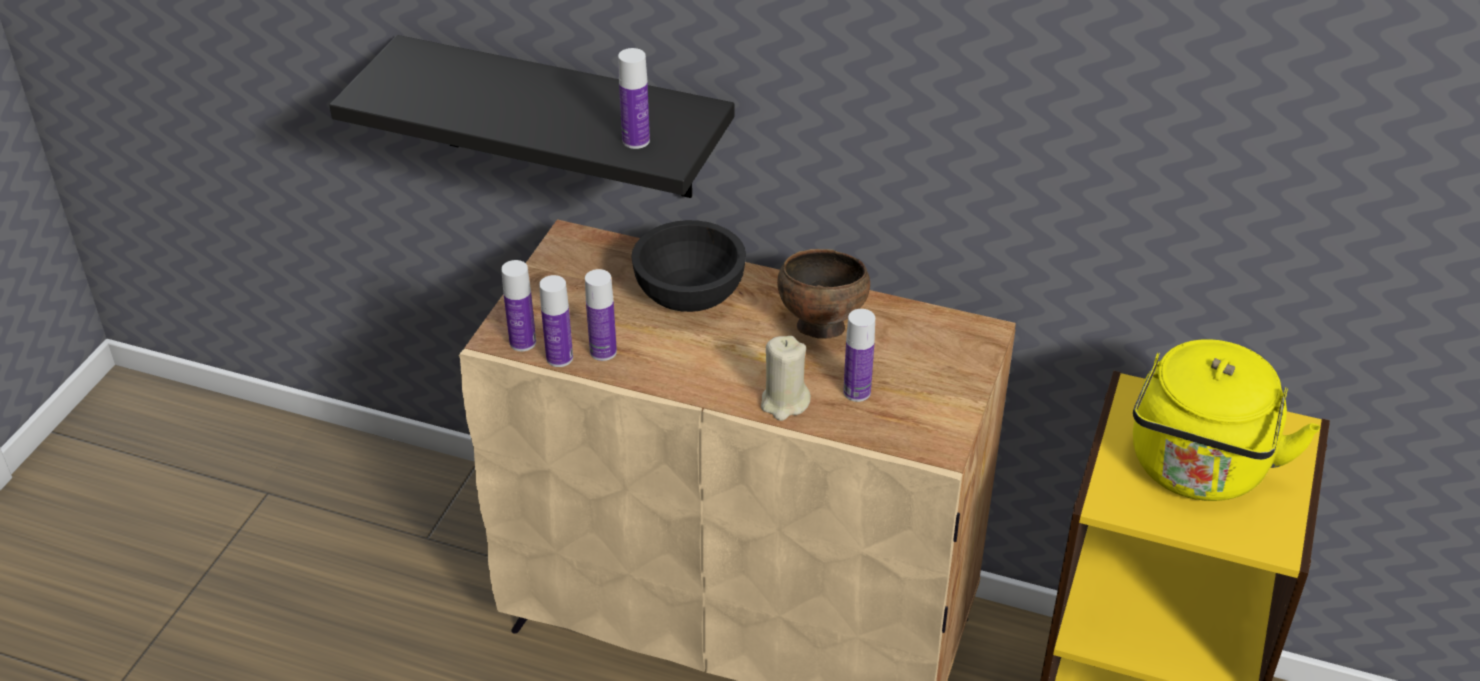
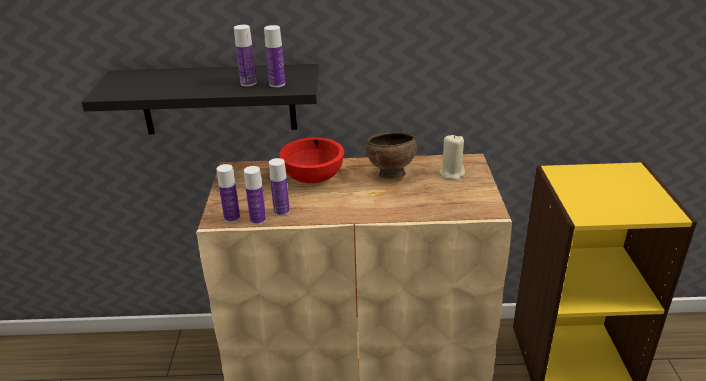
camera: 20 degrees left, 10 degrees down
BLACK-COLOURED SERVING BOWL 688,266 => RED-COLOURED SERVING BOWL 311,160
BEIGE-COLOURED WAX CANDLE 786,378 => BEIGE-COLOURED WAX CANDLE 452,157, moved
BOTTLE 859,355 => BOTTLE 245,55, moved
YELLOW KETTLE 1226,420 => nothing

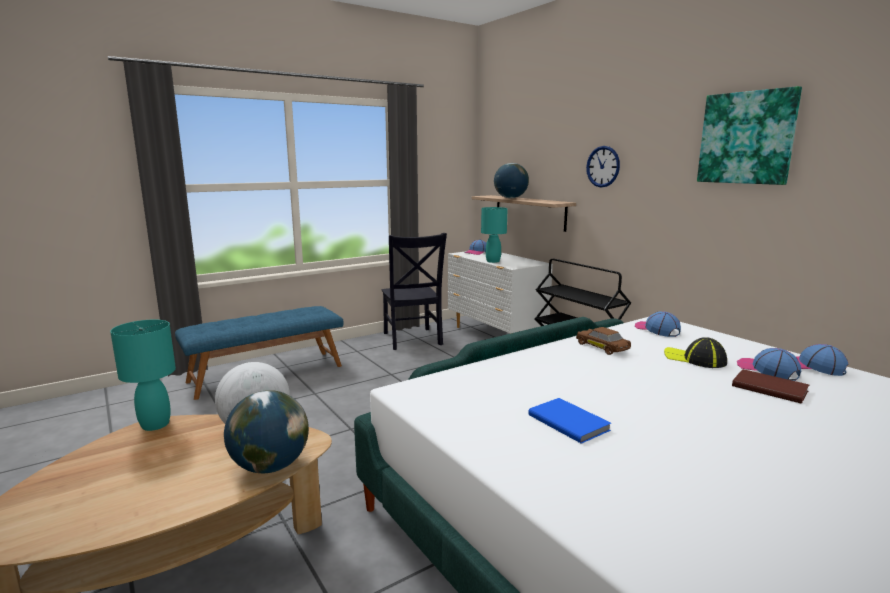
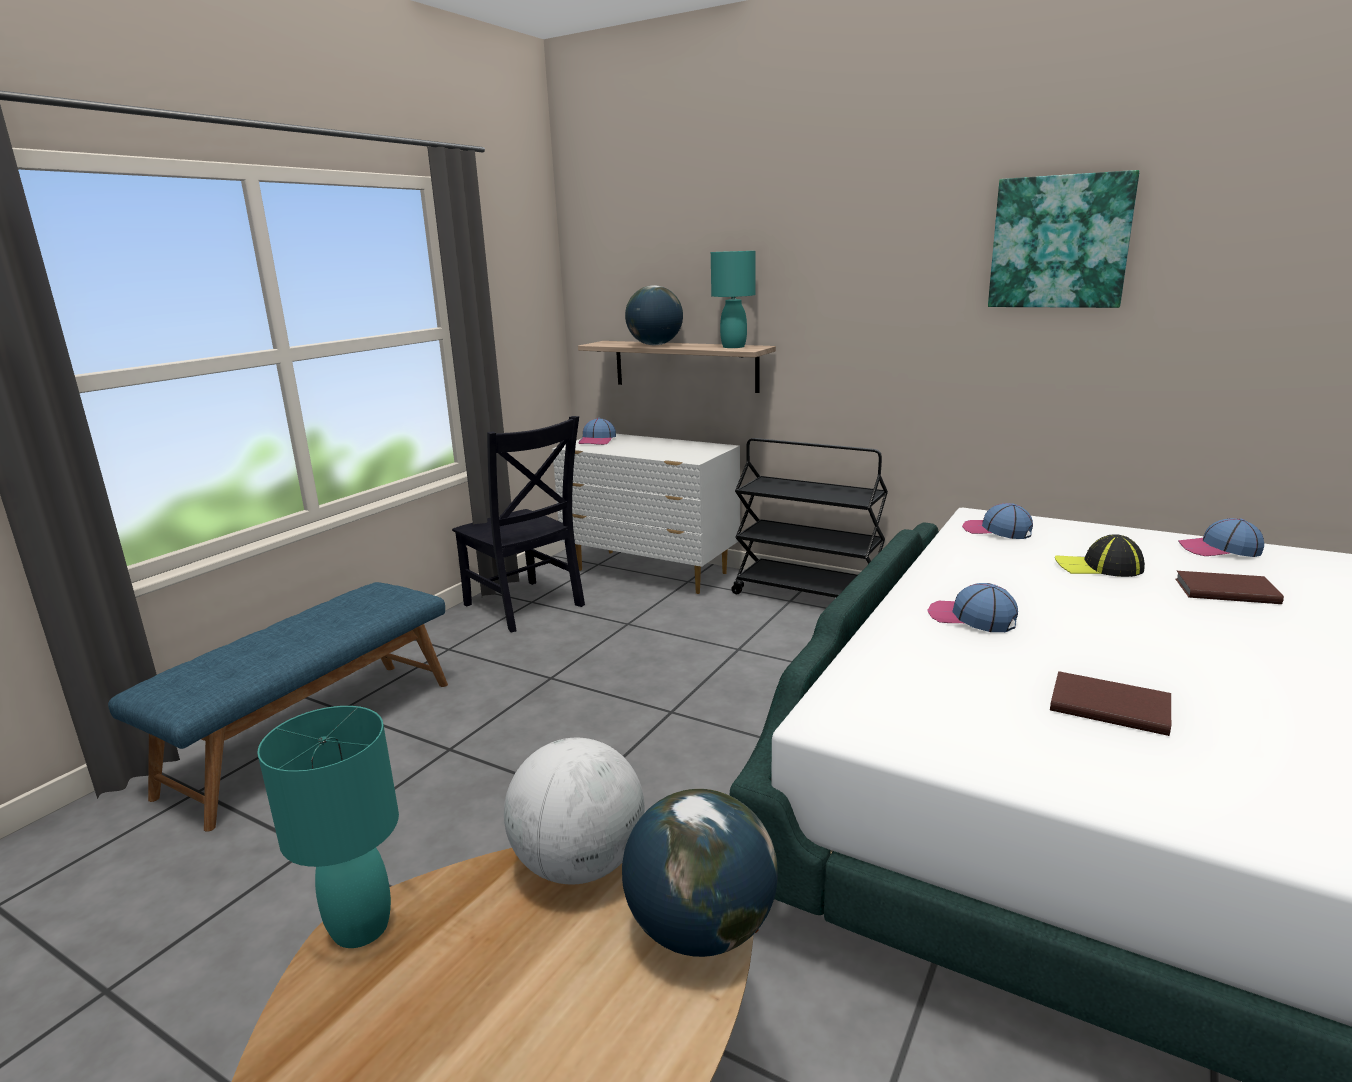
camera: 25 degrees left, 5 degrees up
BLUE-GREEN TABLETOP LAMP 494,235 => BLUE-GREEN TABLETOP LAMP 733,299, moved
BLUE-COLOURED BOUND BOOK 569,421 => BROWN BOUND BOOK 1110,703
BROWN MODEL CAR 603,341 => nothing
HANGING CLOCK 603,166 => nothing
BASEBALL CAP 769,364 => BASEBALL CAP 972,607, moved

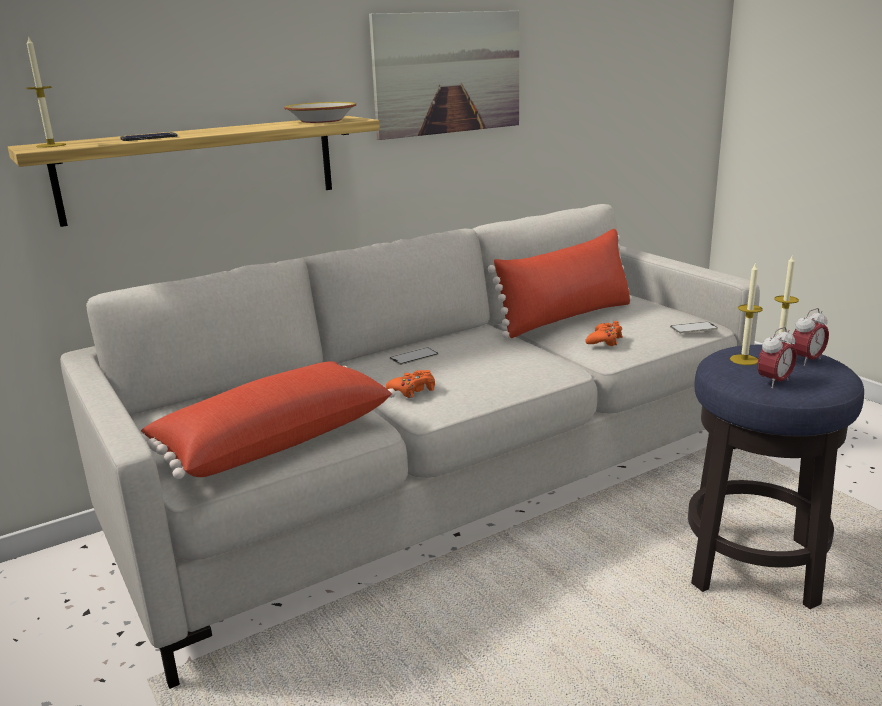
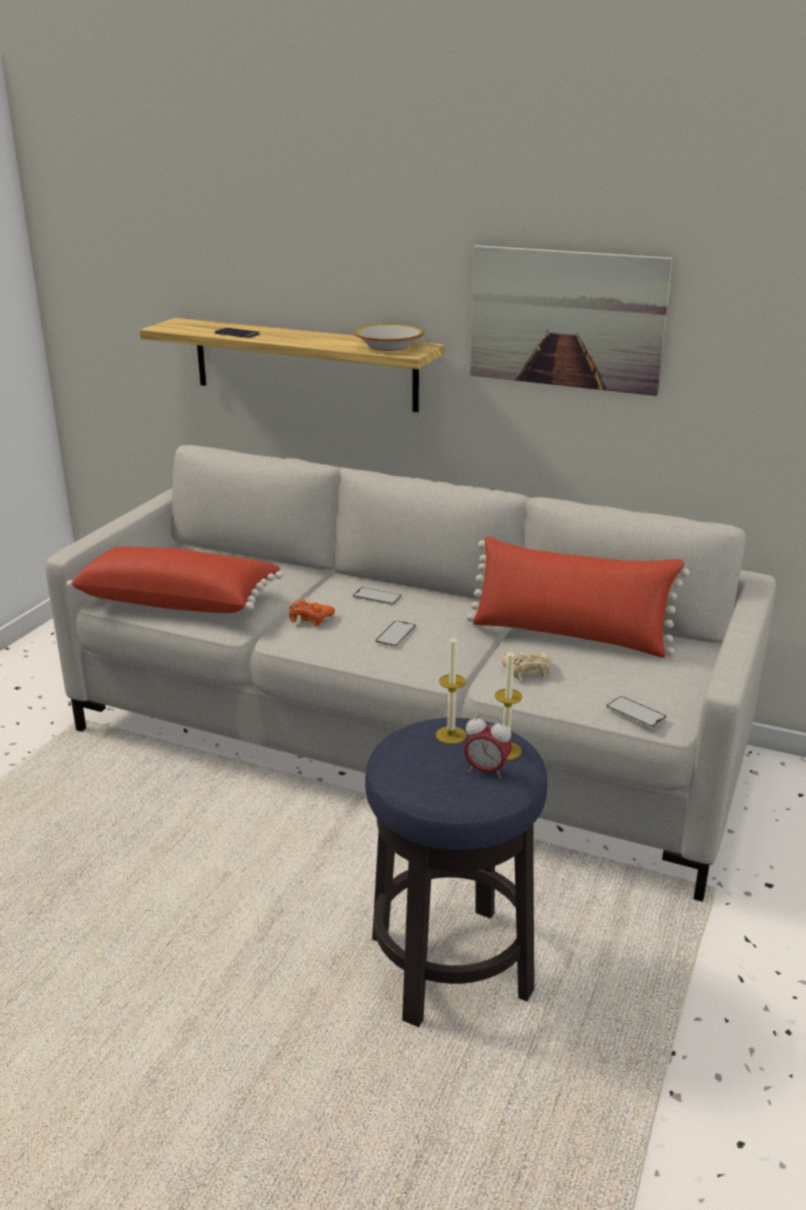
camera: 55 degrees right, 5 degrees up
WAX CANDLE 46,92 => nothing
ORANGE-COLOURED GAMEPAD 604,333 => BEIGE-COLOURED GAMEPAD 526,665
BEDSIDE CLOCK 777,357 => nothing
nothing => HANDSET 395,633

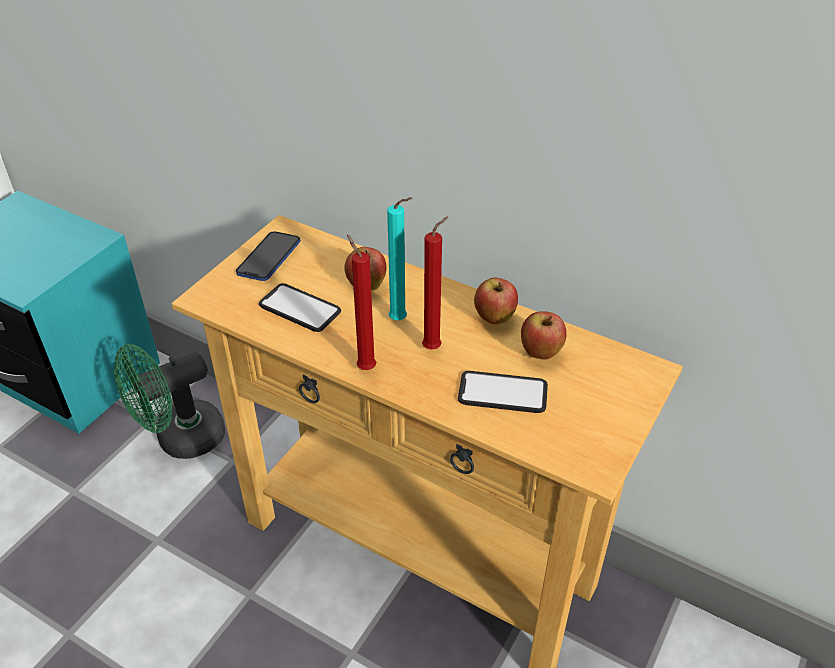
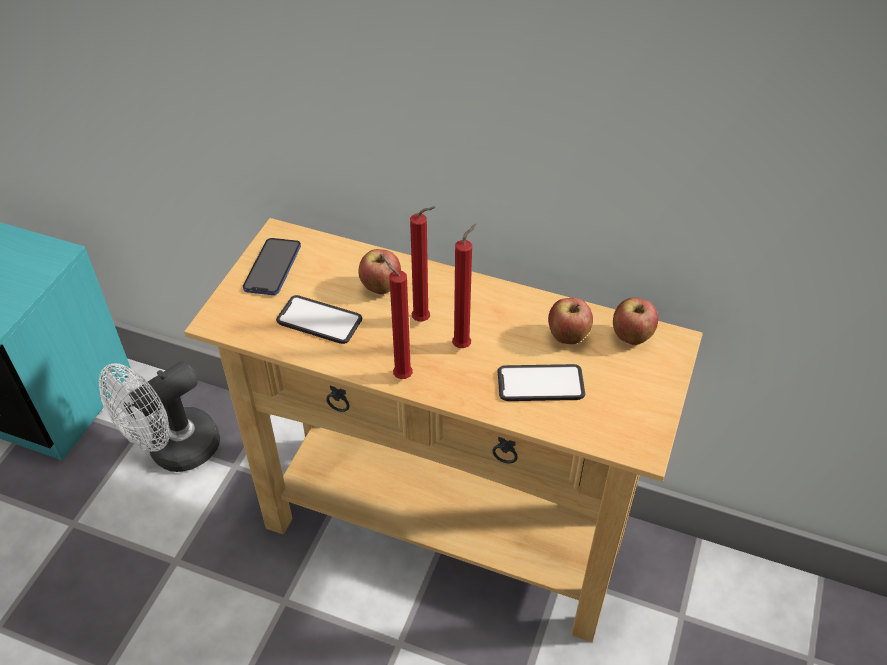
camera: 10 degrees left, 5 degrees up
GREENISH COOLING FAN 169,401 => WHITE COOLING FAN 159,416
BLUE-GREEN WAX CANDLE 399,258 => RED-COLOURED WAX CANDLE 423,264
APPLE FRUIT 496,301 => APPLE FRUIT 635,321, moved

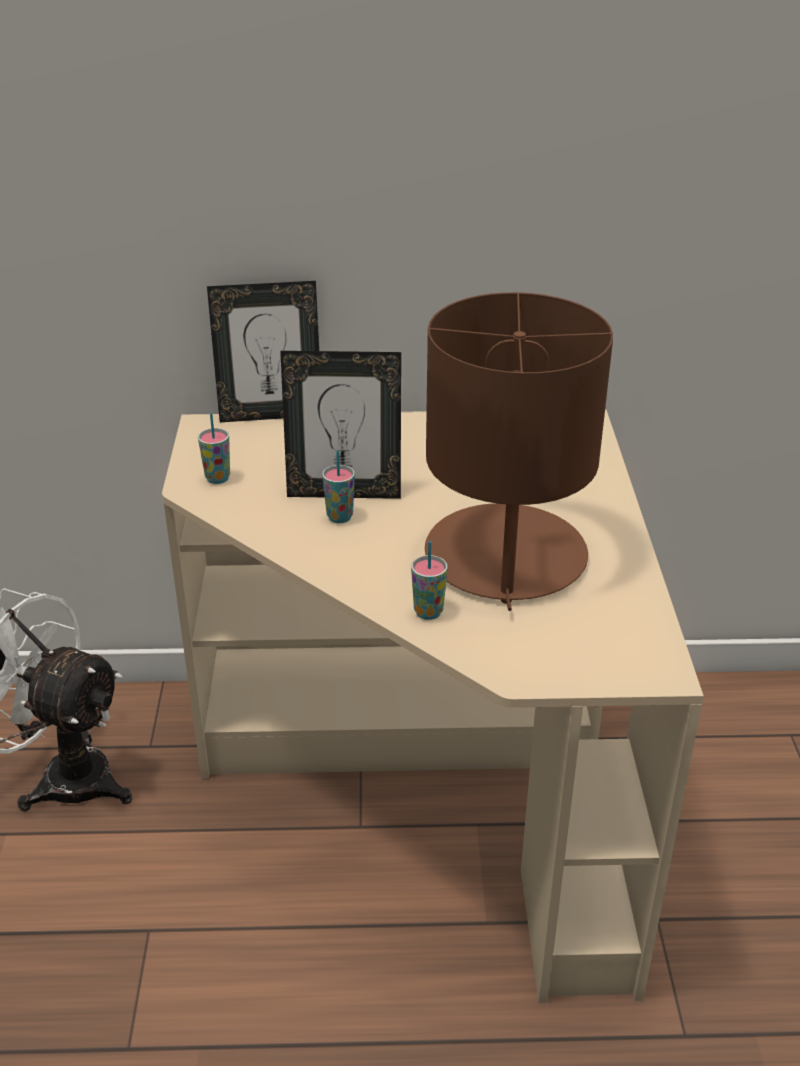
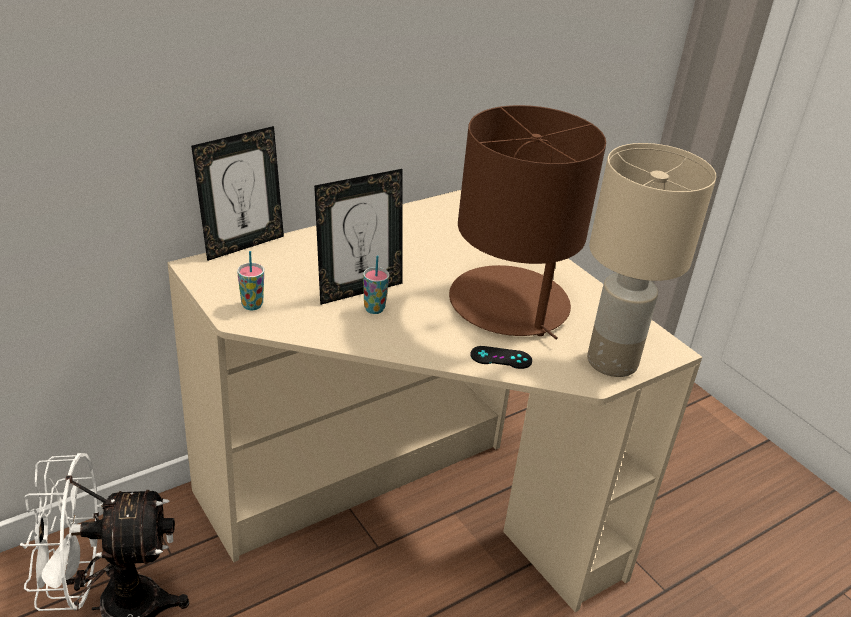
camera: 35 degrees left, 0 degrees up
DRINKING CUP 429,580 => BLACK-COLOURED GAMEPAD 501,357
nothing => BEIGE-COLOURED TABLETOP LAMP 652,260

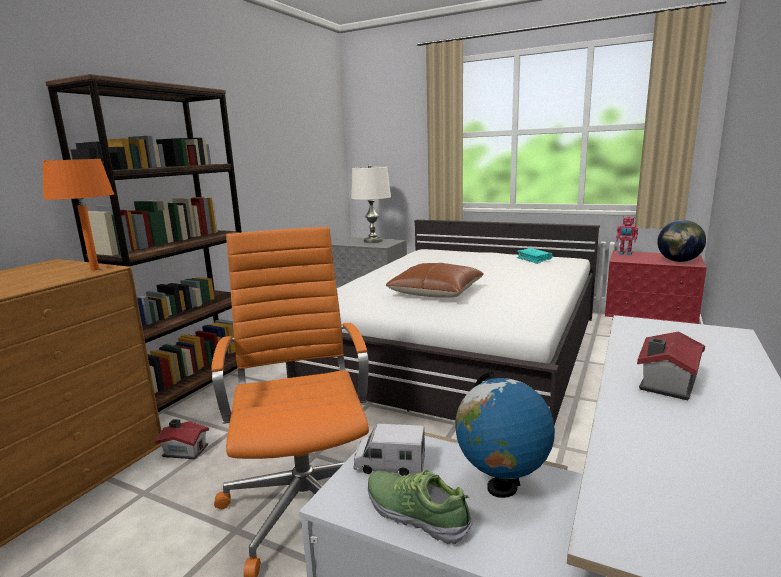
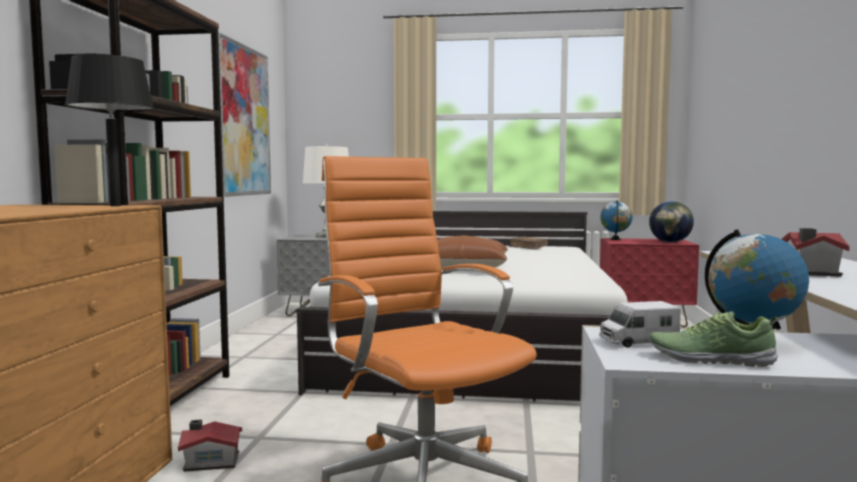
camera: 20 degrees left, 10 degrees down
ORANGE-COLOURED TABLETOP LAMP 78,215 => BLACK-COLOURED TABLETOP LAMP 109,130
BLUE-GREEN BOUND BOOK 534,256 => BROWN BOUND BOOK 528,243
TOY ROBOT 627,235 => GLOBE 616,220
nothing => WALL ART 244,114

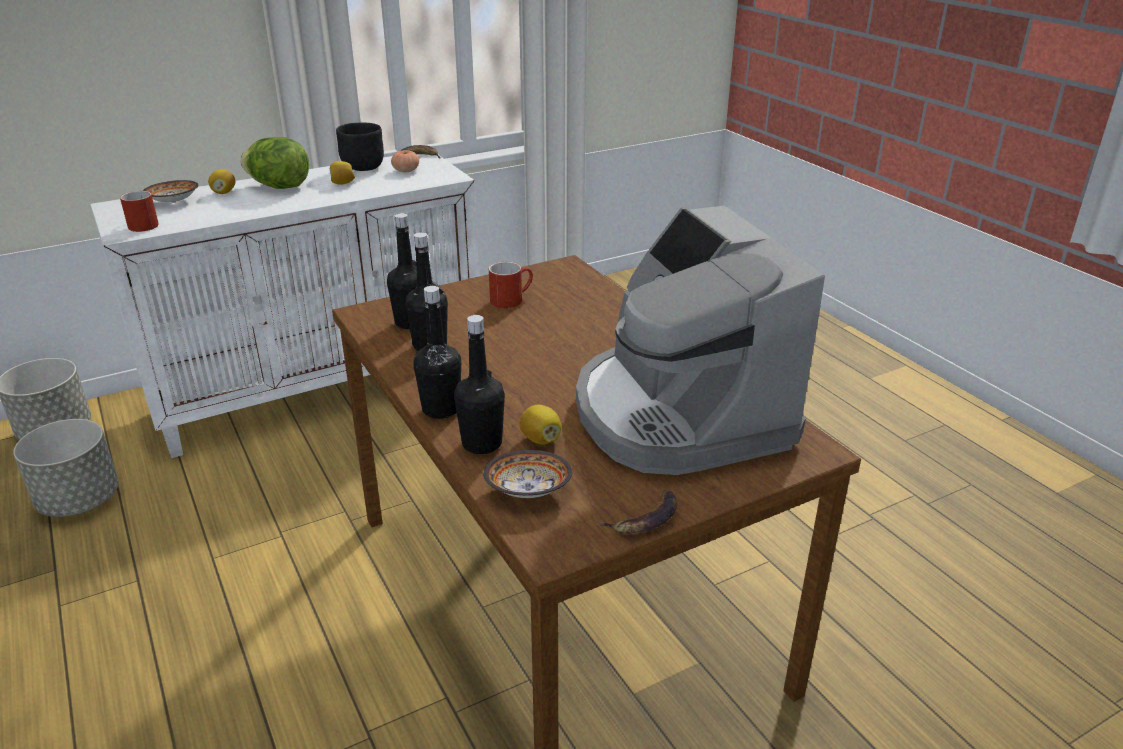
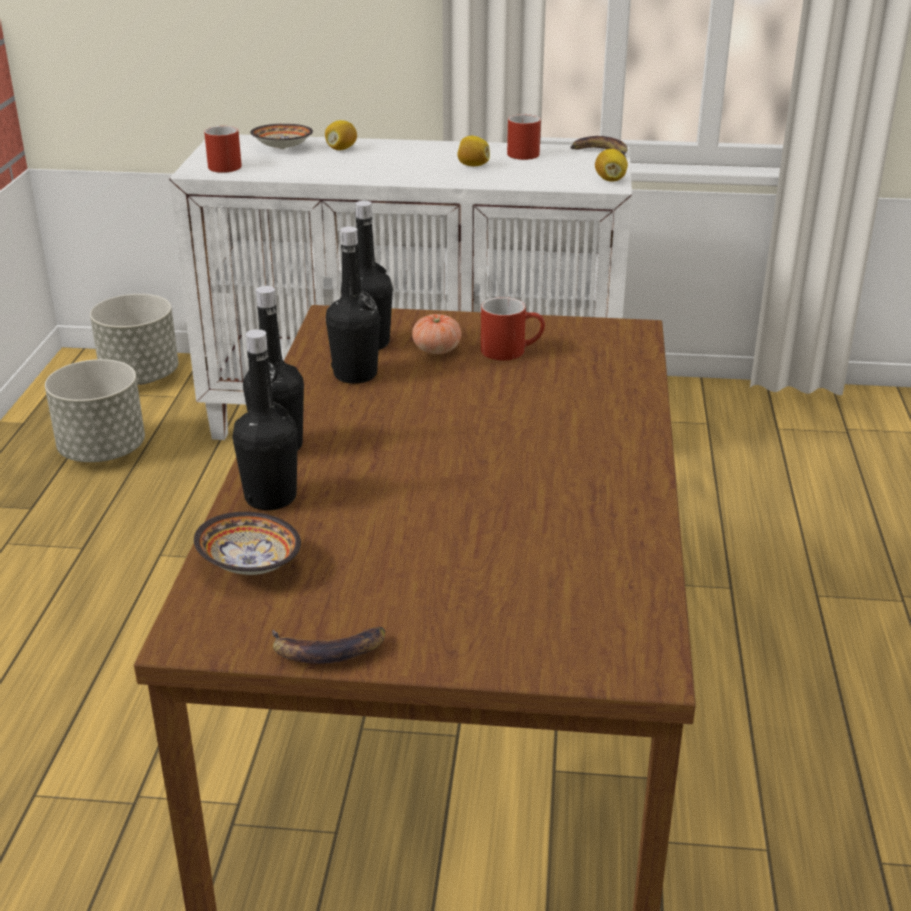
camera: 35 degrees right, 0 degrees up
LETTUCE HEAD 274,163 => nothing
BLACK-COLOURED SERVING BOWL 360,147 => RED-COLOURED TEA MUG 524,137
FRESH TOMATO 405,161 => FRESH TOMATO 436,334, moved
LEMON 540,424 => LEMON 611,165, moved
COFFEE MACHINE 700,340 => nothing

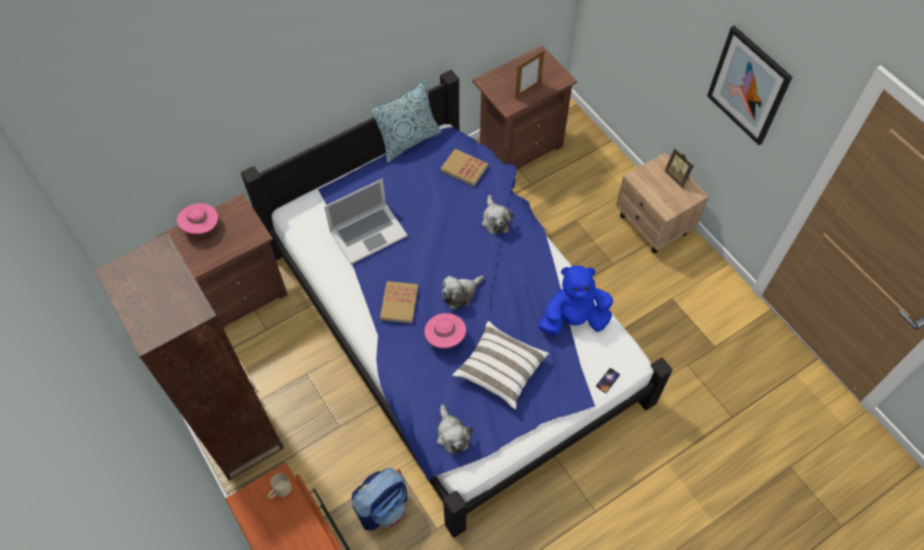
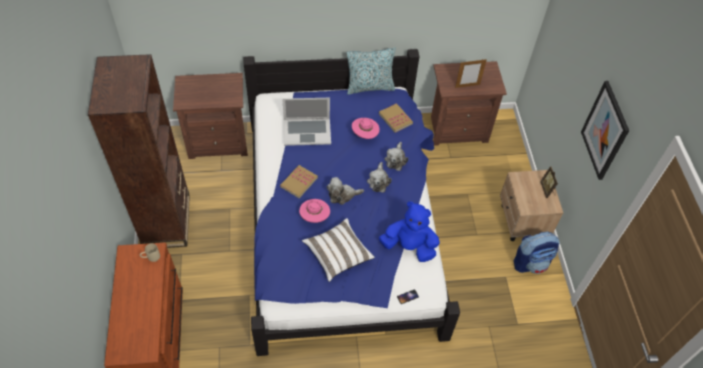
camera: 25 degrees right, 5 degrees down
PINK CLOTHING HAT 197,218 => PINK CLOTHING HAT 366,128, moved
RUCKSACK 379,499 => RUCKSACK 536,253, moved
SOFT TOY 455,429 => SOFT TOY 379,177, moved

